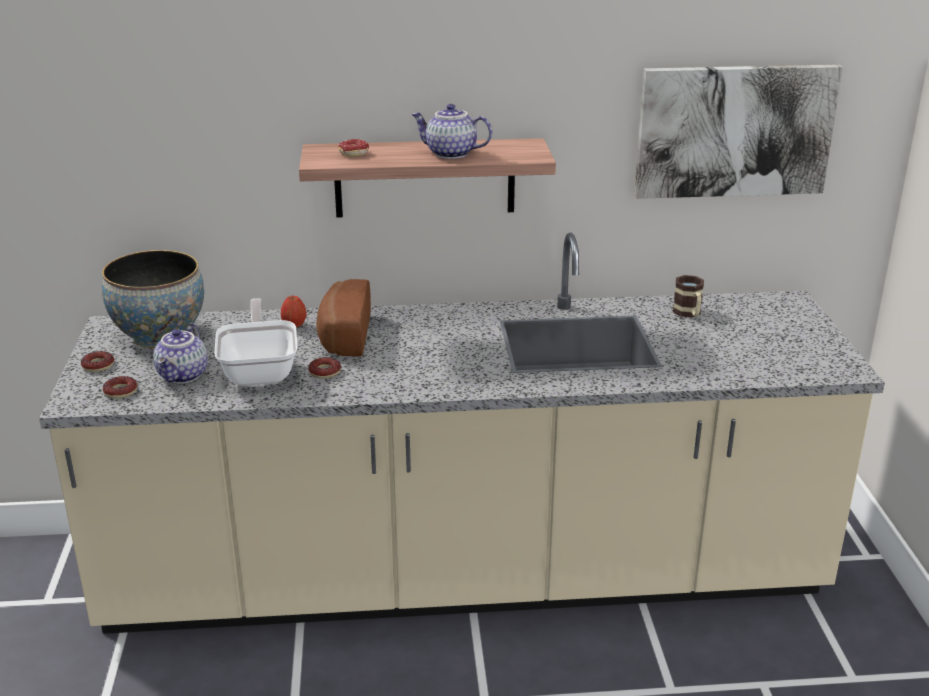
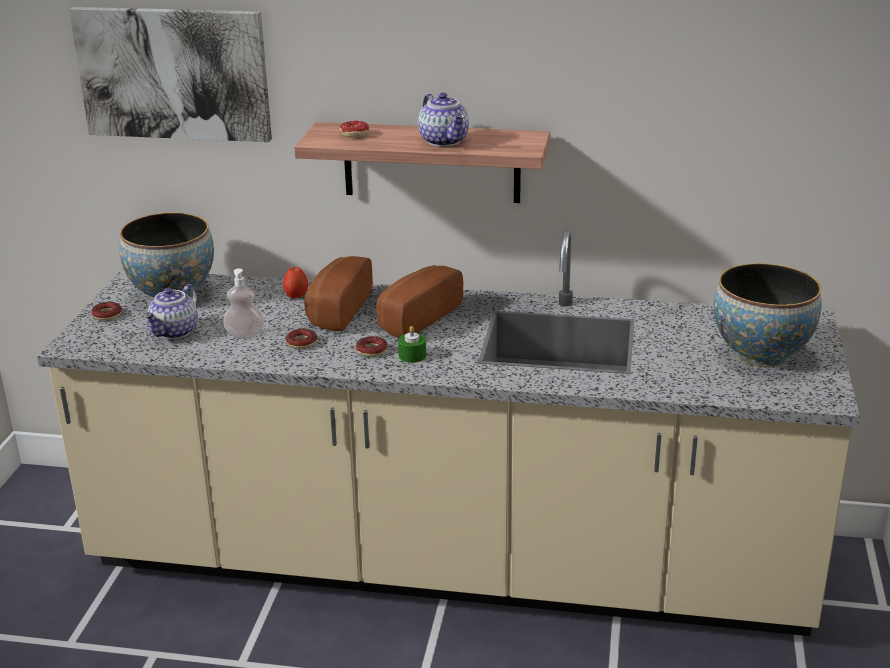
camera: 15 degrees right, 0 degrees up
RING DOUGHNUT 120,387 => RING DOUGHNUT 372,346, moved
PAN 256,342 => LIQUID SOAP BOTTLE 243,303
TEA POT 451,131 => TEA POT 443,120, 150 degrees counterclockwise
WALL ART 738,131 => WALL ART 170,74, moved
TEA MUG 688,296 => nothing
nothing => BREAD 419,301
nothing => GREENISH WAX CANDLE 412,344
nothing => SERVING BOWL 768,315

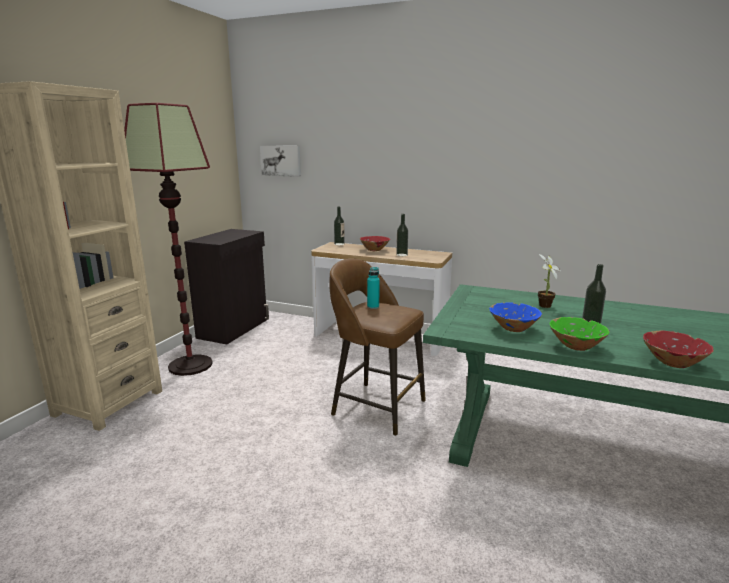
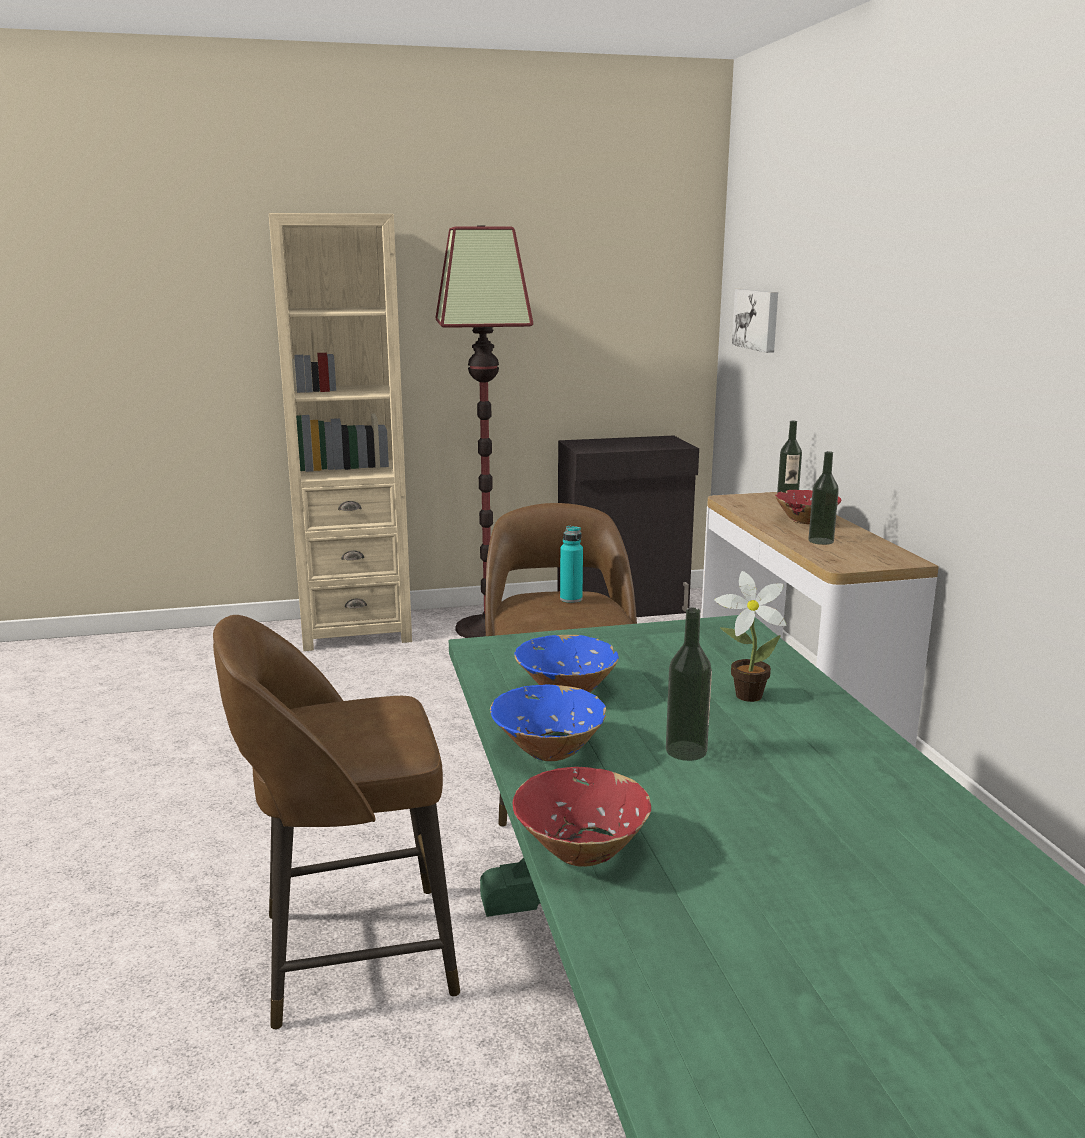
camera: 55 degrees right, 0 degrees up
GREENISH SERVING BOWL 579,334 => BLUE-COLOURED SERVING BOWL 548,723
nothing => BROWN STOOL 336,822

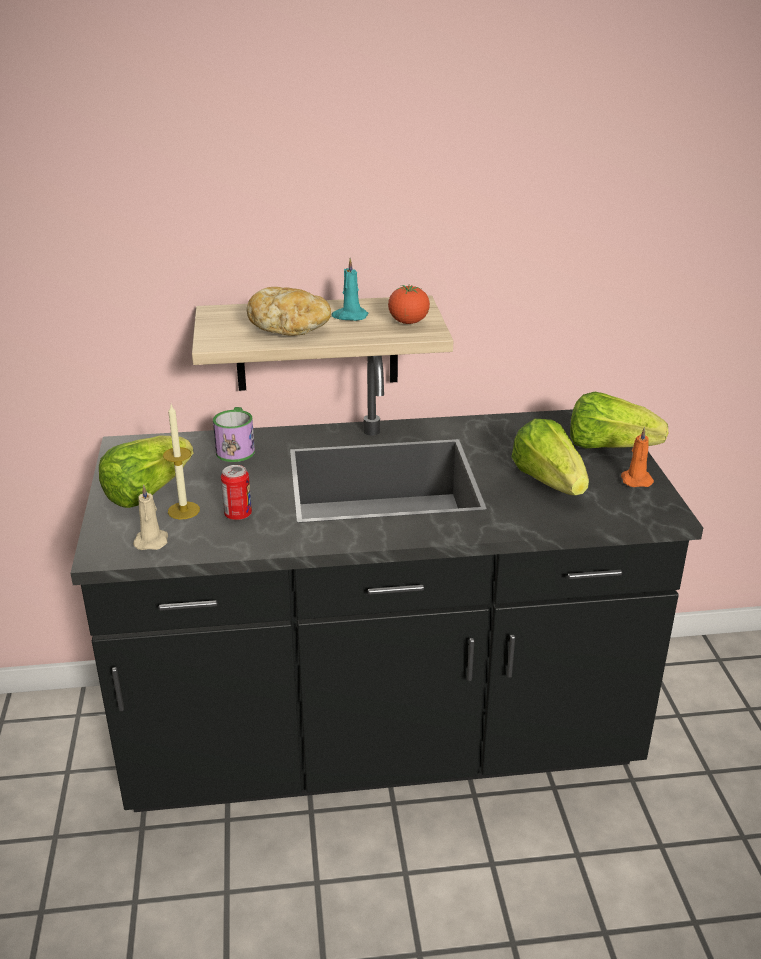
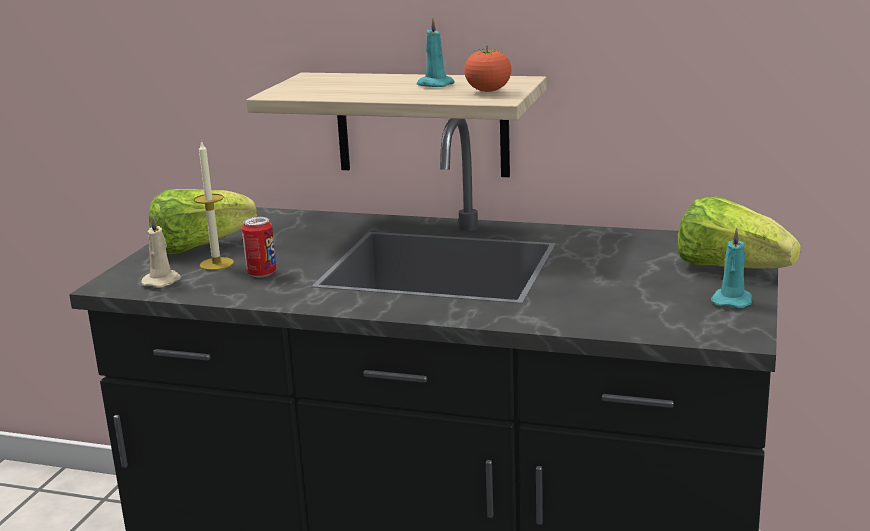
camera: 25 degrees right, 10 degrees down
TEA MUG 234,434 => nothing
BREAD 288,311 => nothing
LETTUCE HEAD 550,457 => nothing
ORANGE-COLOURED WAX CANDLE 637,457 => BLUE-GREEN WAX CANDLE 731,268

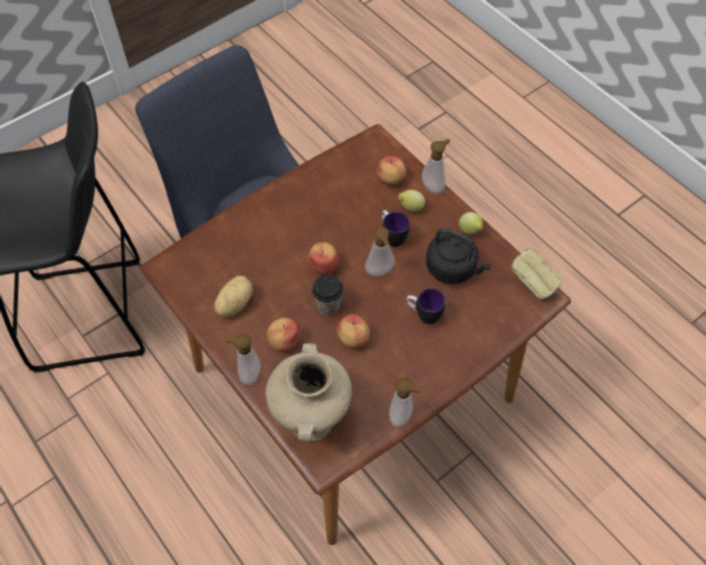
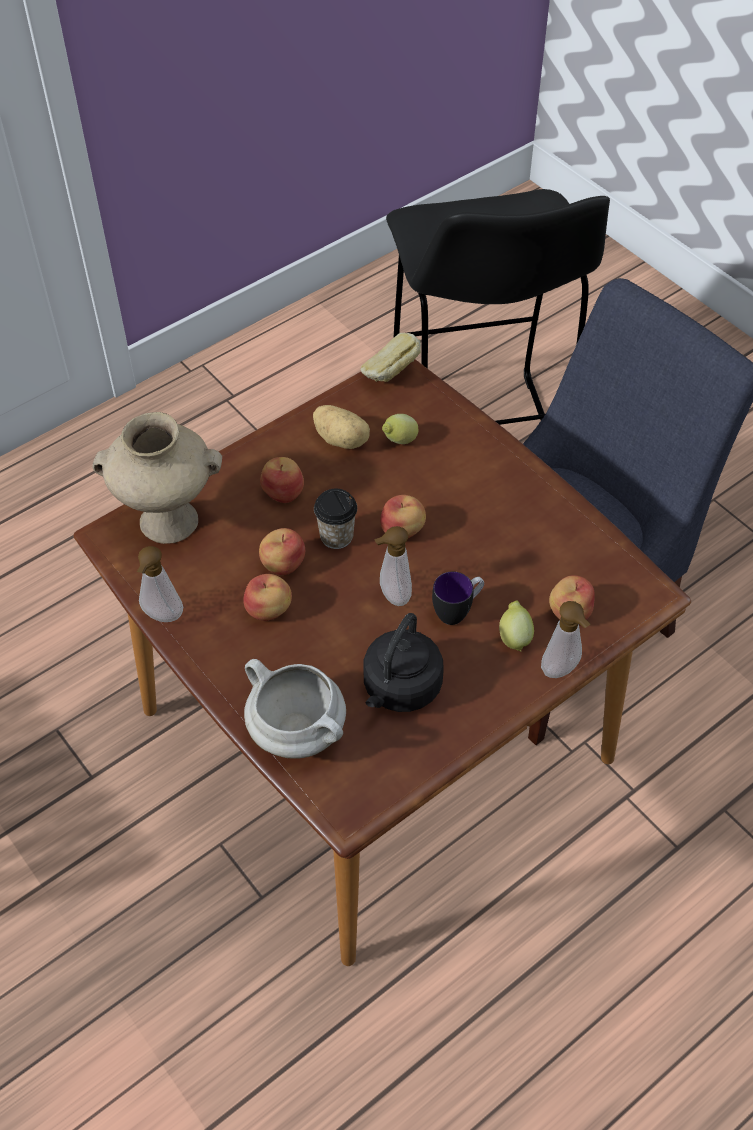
camera: 90 degrees right, 5 degrees down
LIQUID SOAP BOTTLE 242,359 => nothing
TEA MUG 426,306 => nothing
LEMON 471,223 => LEMON 400,429, moved
BREAD 537,273 => BREAD 390,357, moved
nothing => APPLE FRUIT 267,597
nothing => WHITE SAUCEPOT 295,709

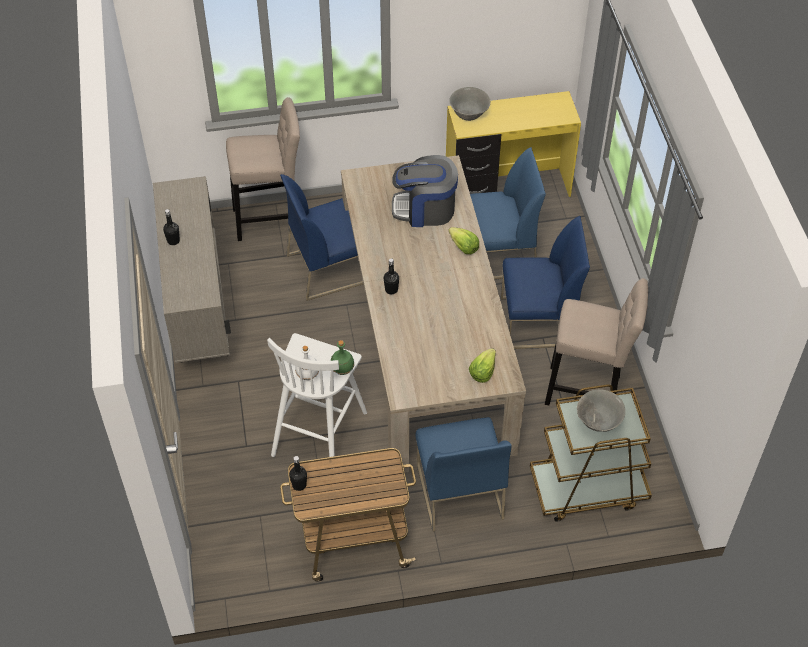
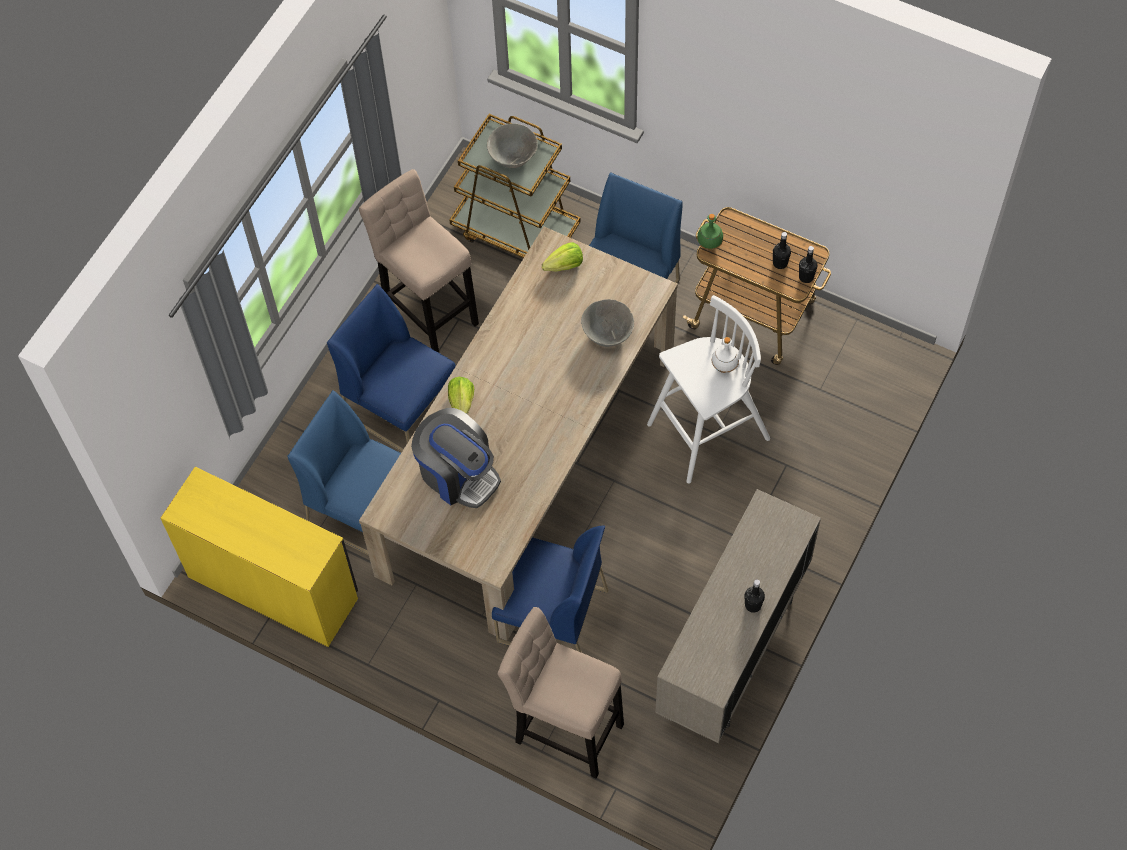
camera: 140 degrees left, 10 degrees up
GREENISH BOTTLE 342,357 => GREENISH BOTTLE 710,232, moved
BLACK-COLOURED BOTTLE 391,276 => BLACK-COLOURED BOTTLE 782,250, moved
GRAY SERVING BOWL 469,104 => GRAY SERVING BOWL 607,323, moved

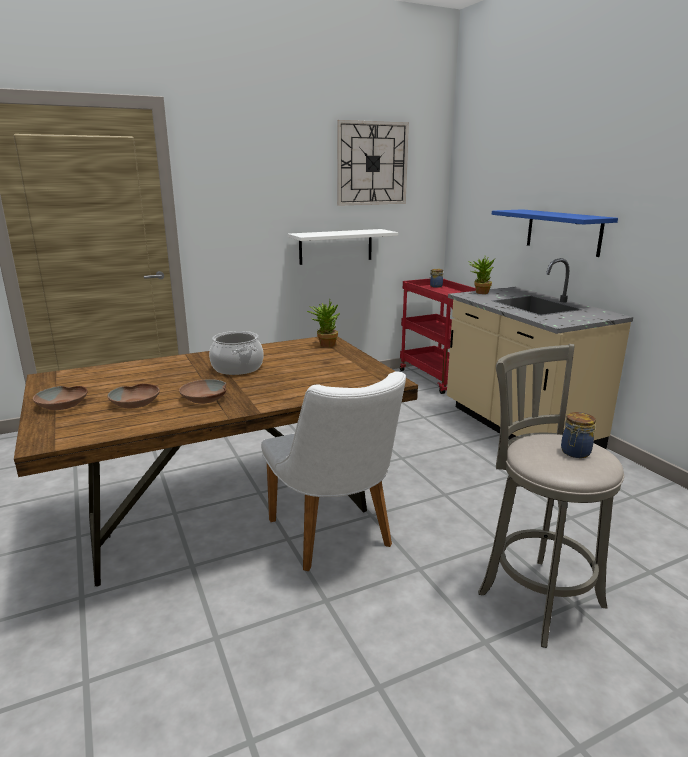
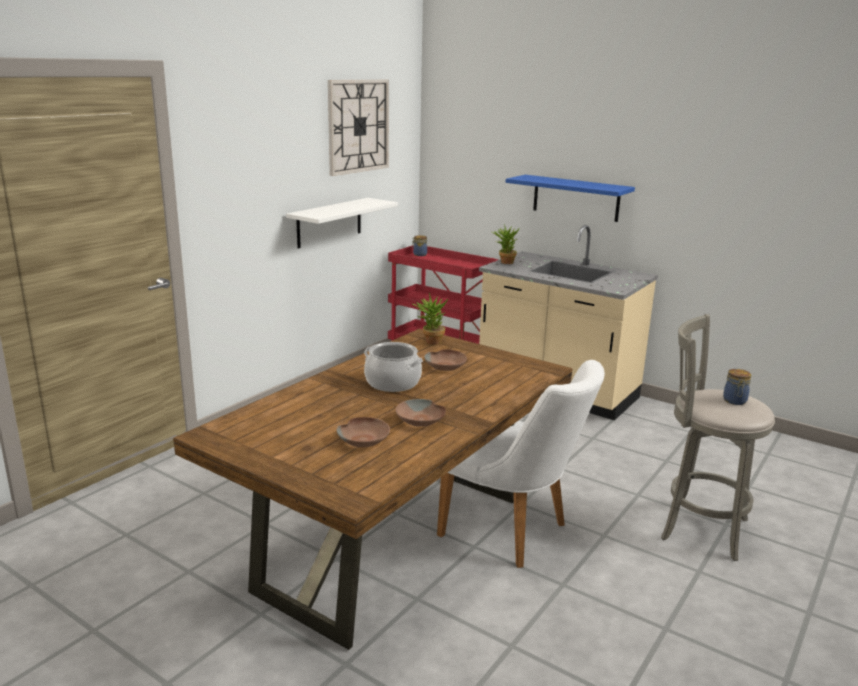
camera: 30 degrees left, 0 degrees up
BROWN SERVING BOWL 60,398 => BROWN SERVING BOWL 445,360, moved

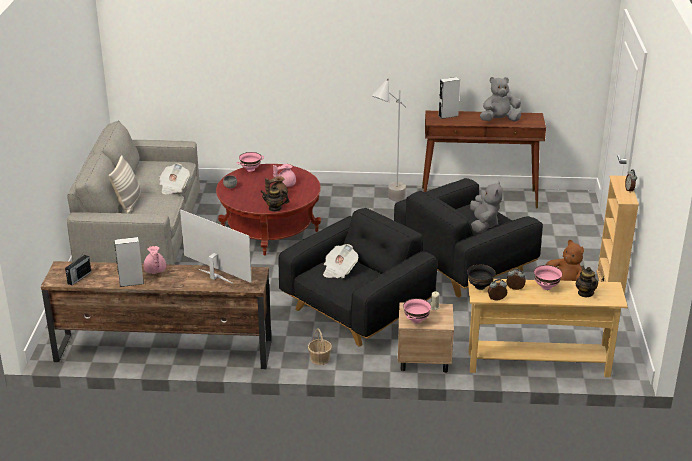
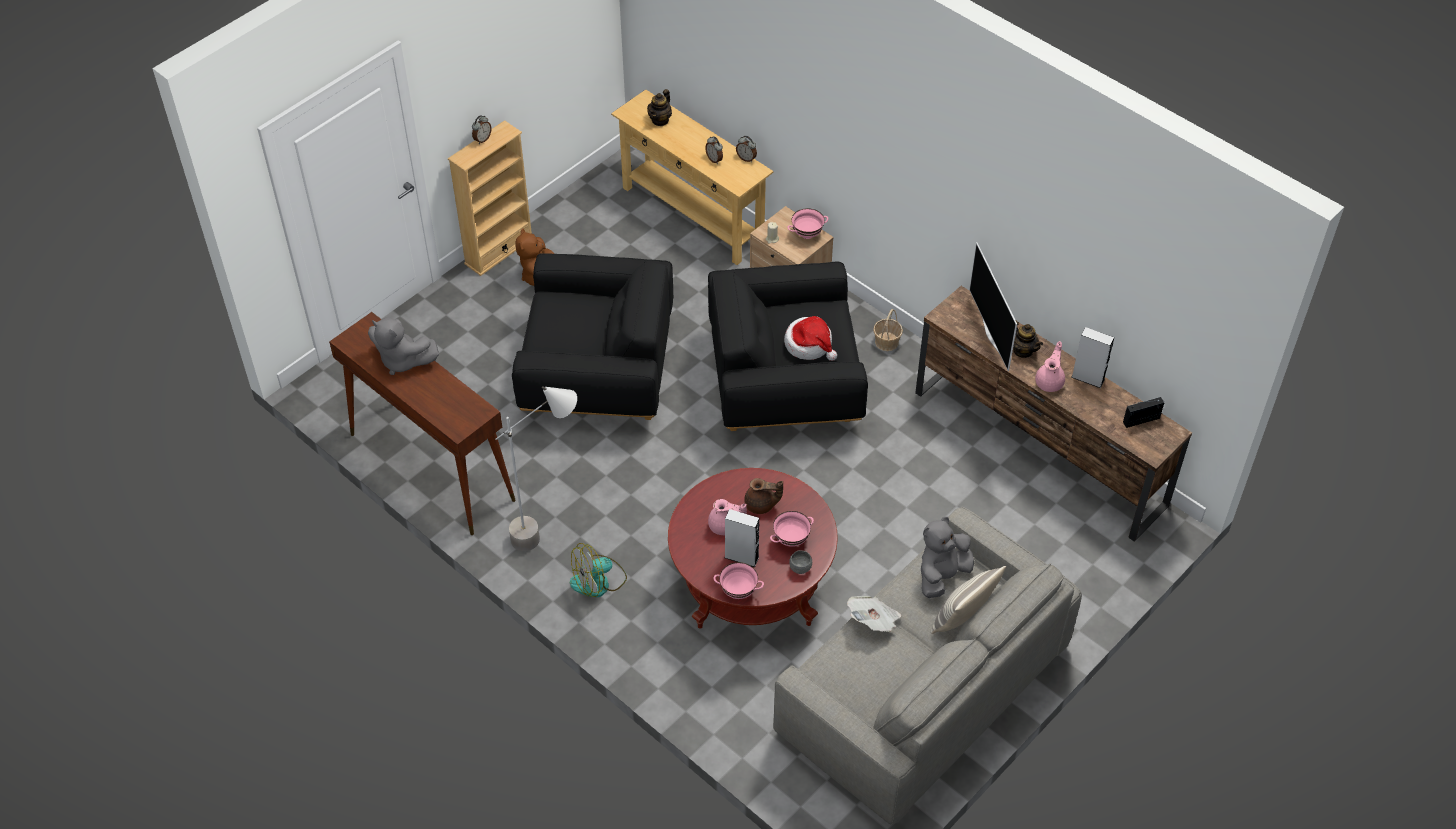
camera: 140 degrees left, 20 degrees up
TEA POT 275,198 => TEA POT 1028,339, moved
PRINTED PAPER 340,261 => CLOTHING HAT 810,338
GRAY SPEAKER 449,98 => GRAY SPEAKER 742,538, moved
BLACK-COLOURED SERVING BOWL 481,277 => nothing
GRAY SOFT TOY 486,207 => GRAY SOFT TOY 947,557, moved
PINK SERVING BOWL 548,277 => PINK SERVING BOWL 792,529, moved
nothing => COOLING FAN 598,570

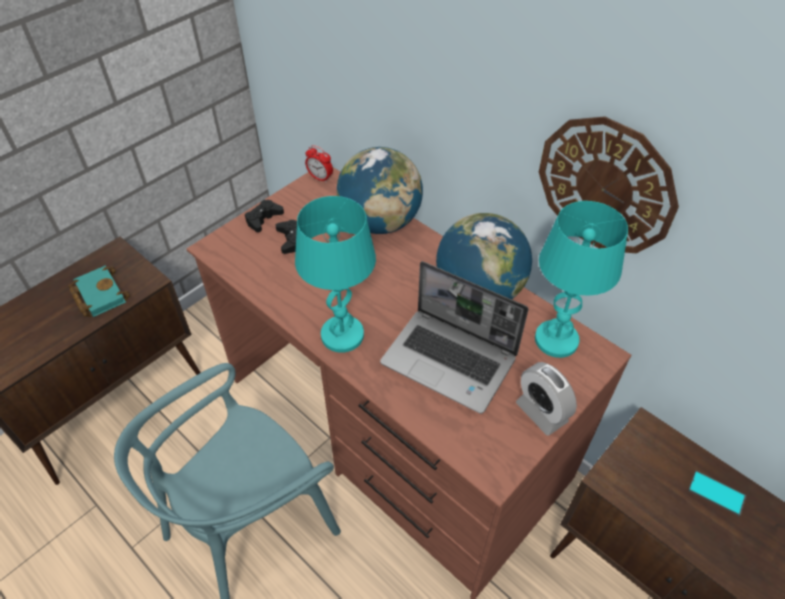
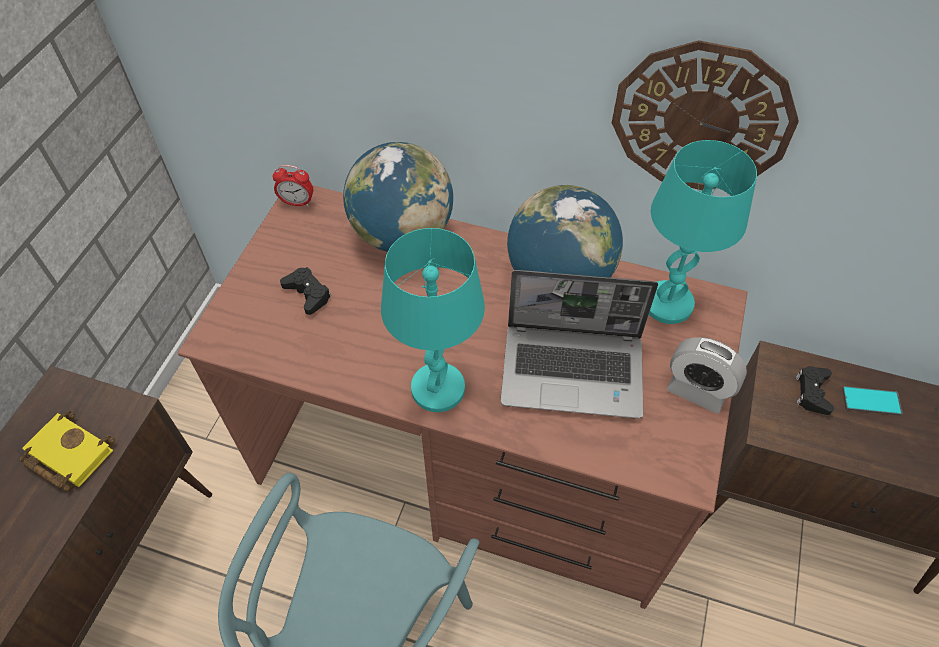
camera: 25 degrees left, 5 degrees up
BLUE-GREEN BOUND BOOK 99,291 => YELLOW BOUND BOOK 67,451
BLACK-COLOURED GAMEPAD 264,216 => BLACK-COLOURED GAMEPAD 815,390, moved

